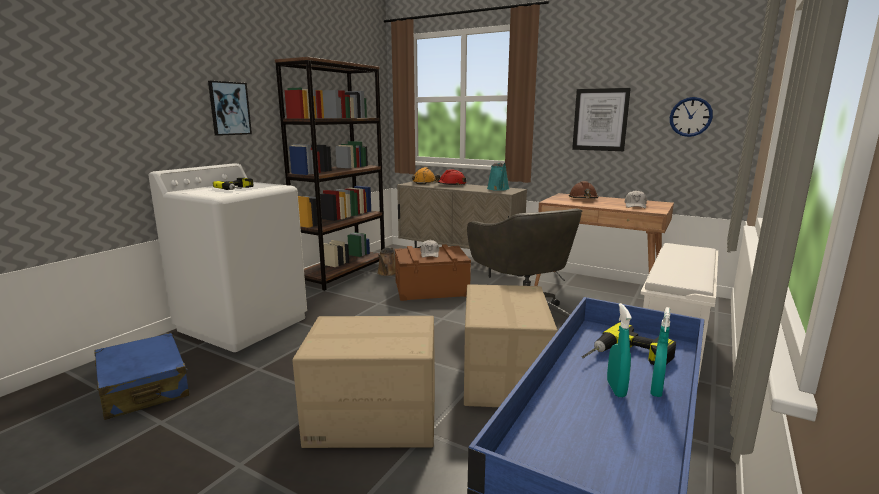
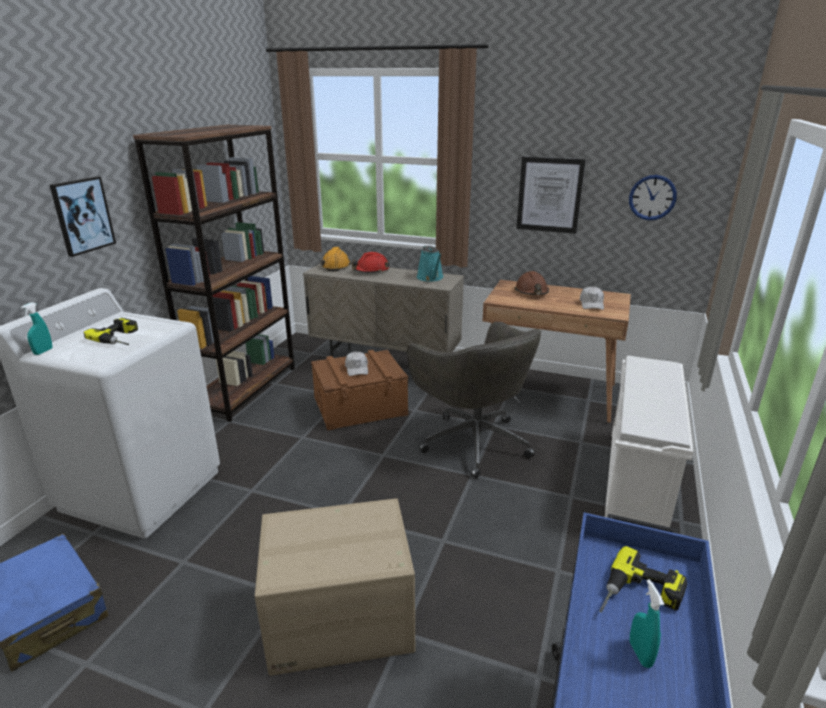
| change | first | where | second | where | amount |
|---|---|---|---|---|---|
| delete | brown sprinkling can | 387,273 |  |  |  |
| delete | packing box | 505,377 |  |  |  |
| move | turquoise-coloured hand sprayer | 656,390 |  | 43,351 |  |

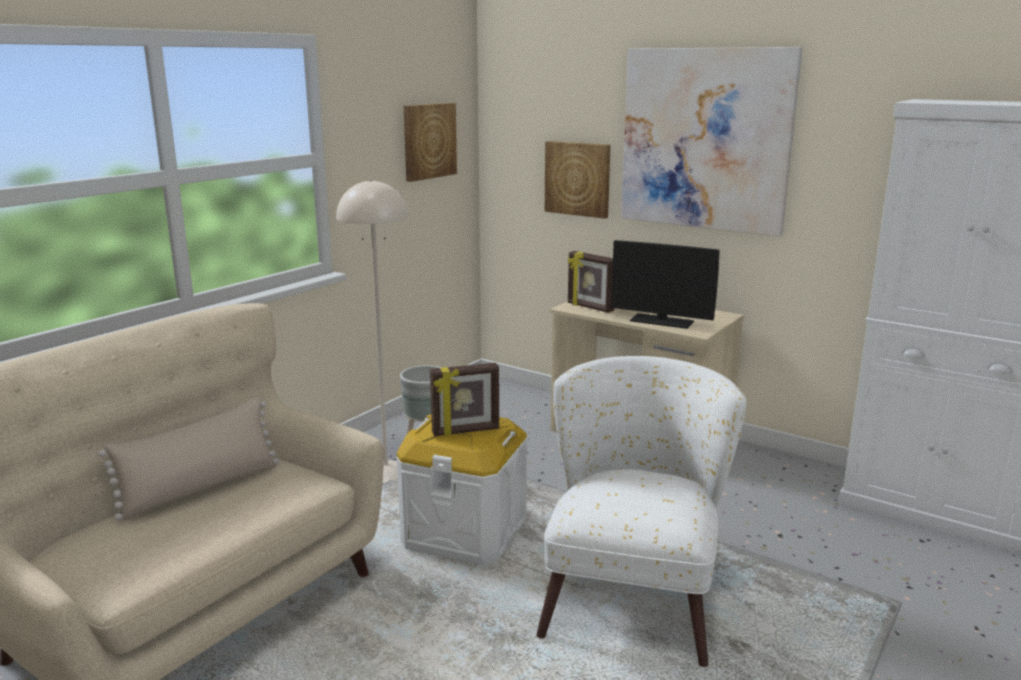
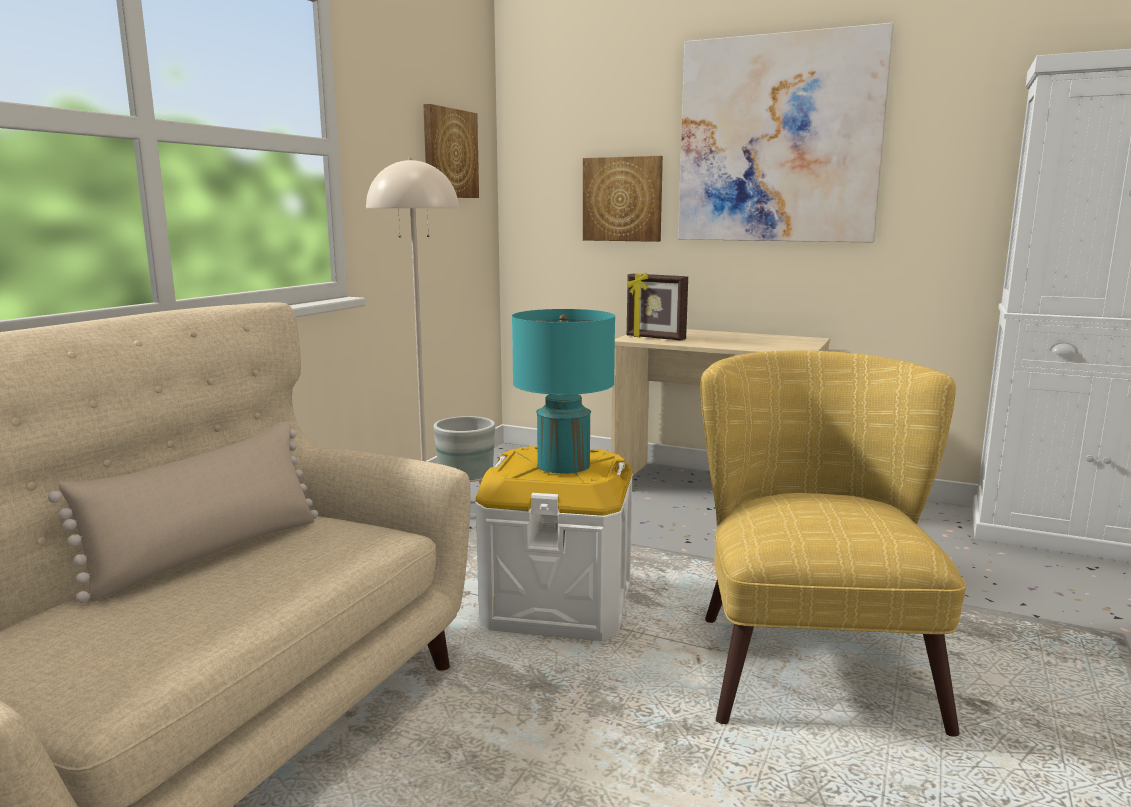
| change | first | where | second | where | amount |
|---|---|---|---|---|---|
| delete | computer screen | 661,321 |  |  |  |
| recolor | white easy chair | 633,593 | yellow-coloured easy chair | 809,655 |  |
| replace | picture frame | 466,431 | turquoise-coloured table lamp | 563,465 |  |

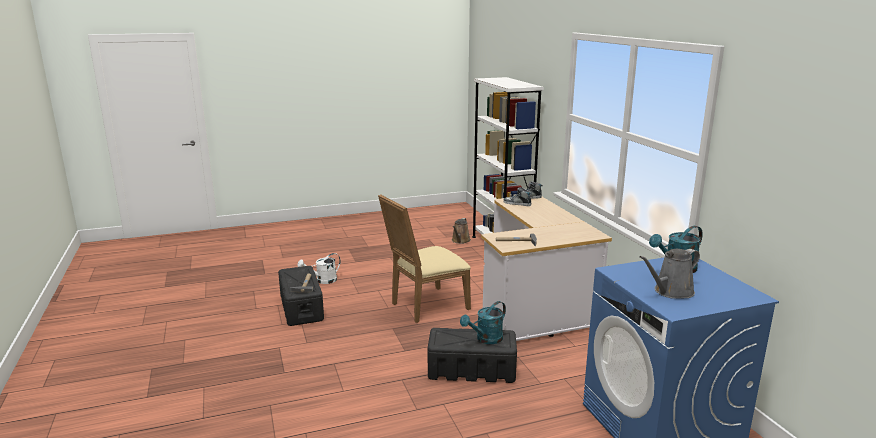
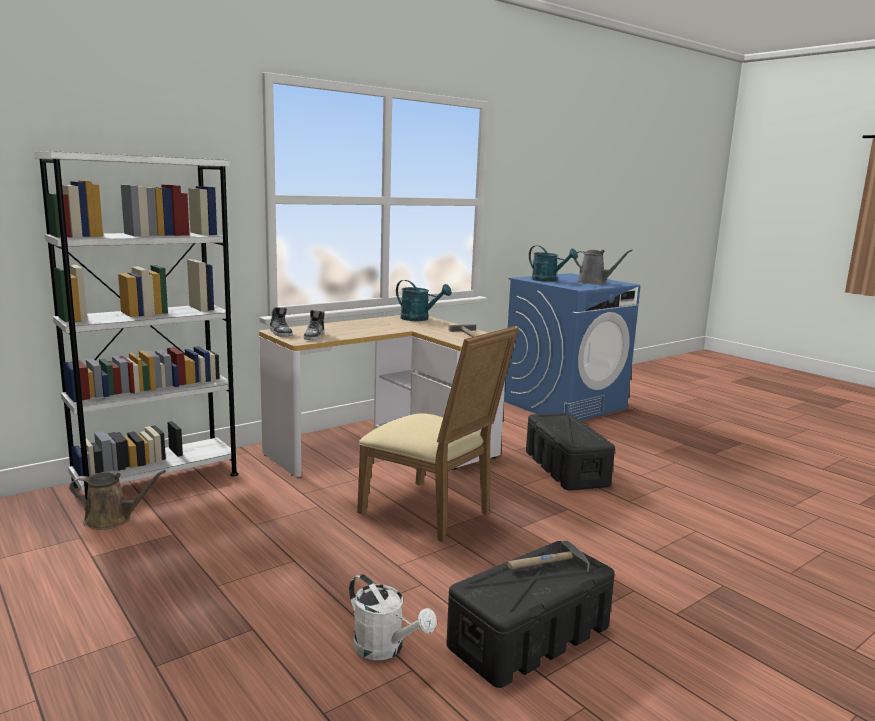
| change | first | where | second | where | amount |
|---|---|---|---|---|---|
| move | turquoise-coloured sprinkling can | 486,339 |  | 419,319 |  |

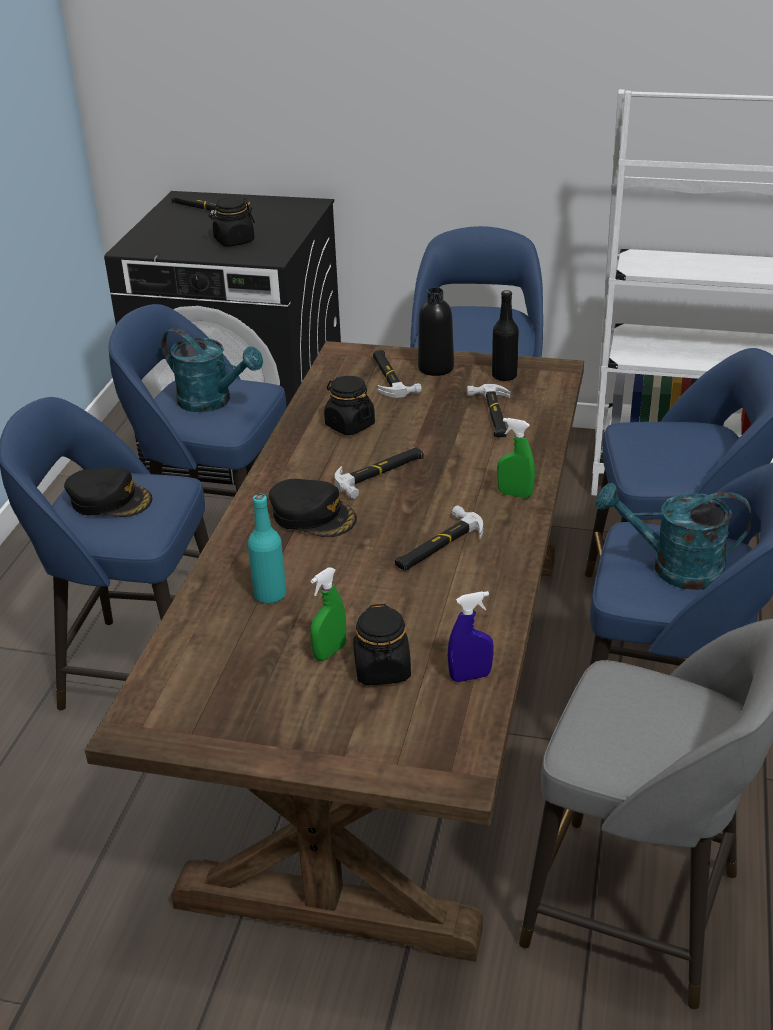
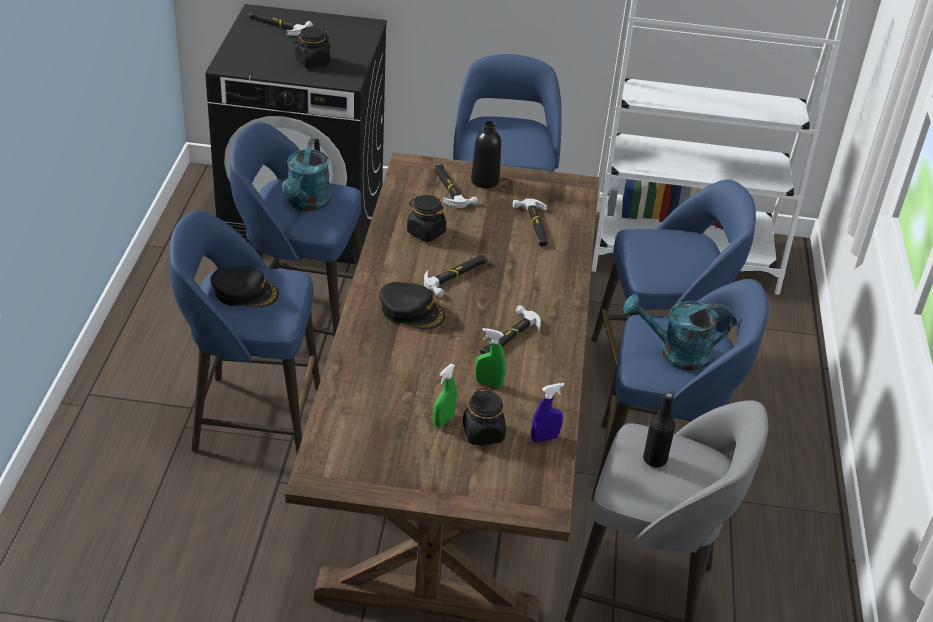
| change | first | where | second | where | amount |
|---|---|---|---|---|---|
| move | black beverage bottle | 504,376 |  | 654,459 |  |
| rotate | turquoise-coloured sprinkling can | 213,402 |  | 307,204 | 75 degrees clockwise |
| move | green-coloured hand sprayer | 515,494 |  | 488,383 |  |
| delete | turquoise-coloured beverage bottle | 270,595 |  |  |  |

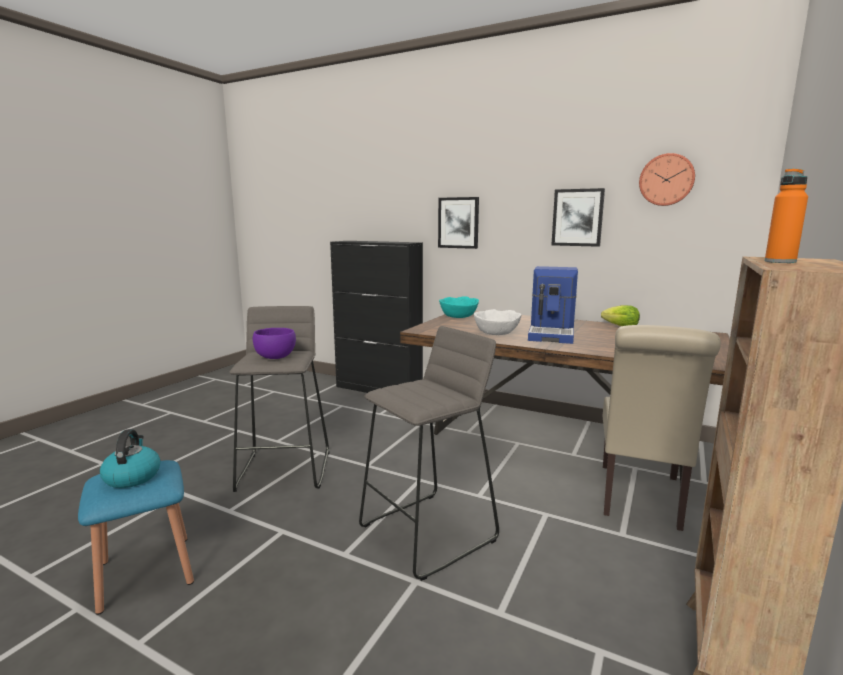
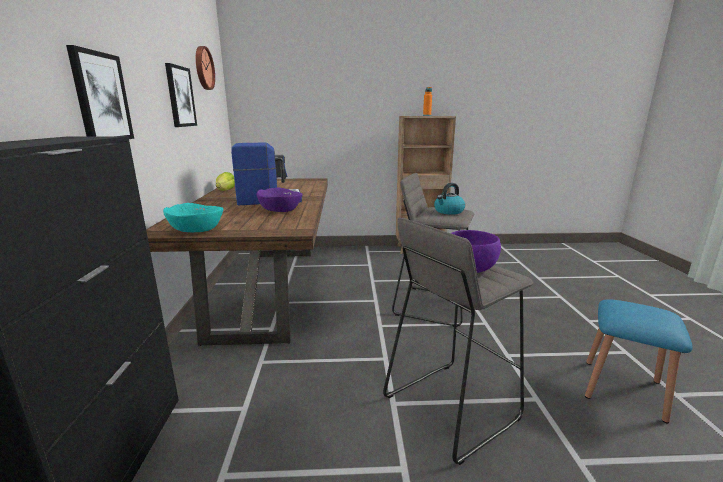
| change | first | where | second | where | amount |
|---|---|---|---|---|---|
| recolor | white deep dish | 496,332 | purple deep dish | 280,210 |  |
| delete | sand-coloured upright chair | 640,499 |  |  |  |
| move | water kettle | 132,476 |  | 448,211 |  |

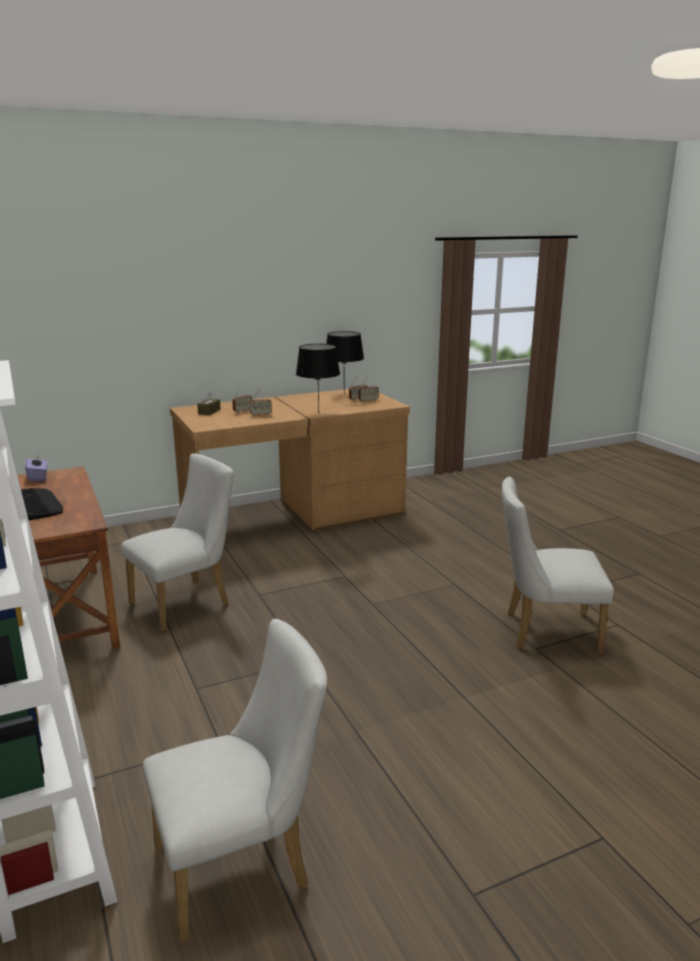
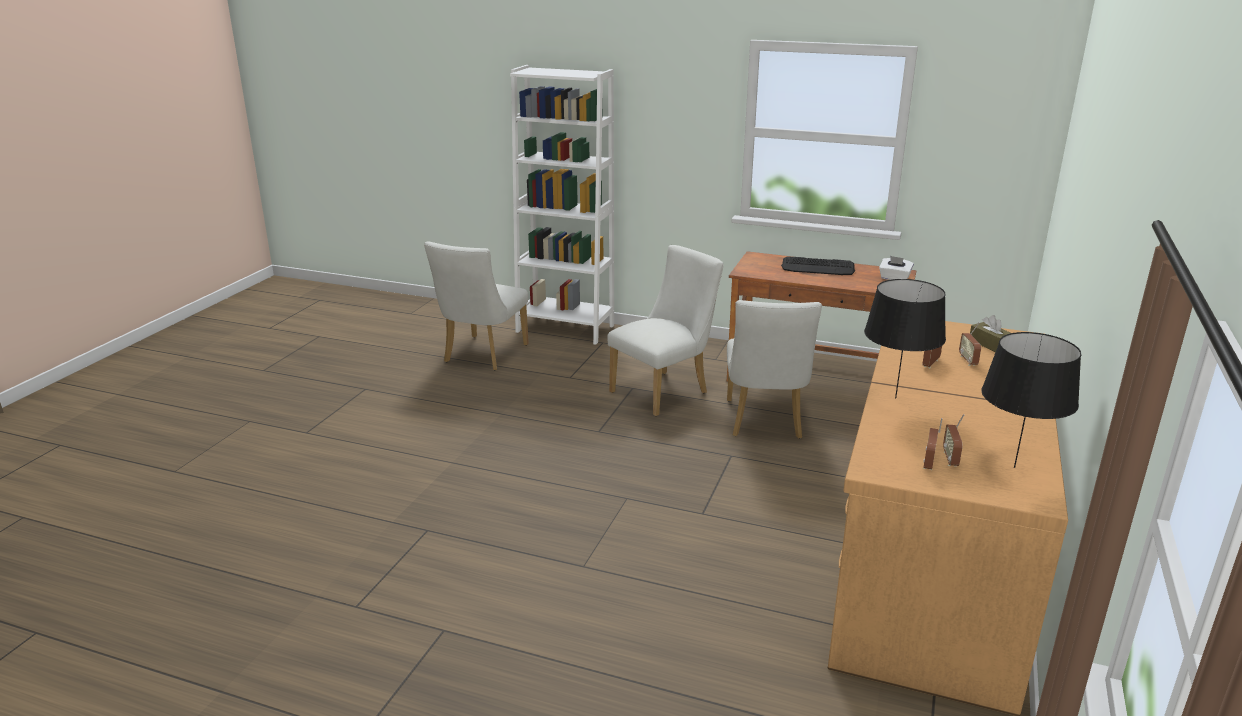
| change | first | where | second | where | amount |
|---|---|---|---|---|---|
| recolor | purple tissue holder | 38,477 | white tissue holder | 894,278 |  |
| move | white upright chair | 544,631 |  | 665,391 |  |

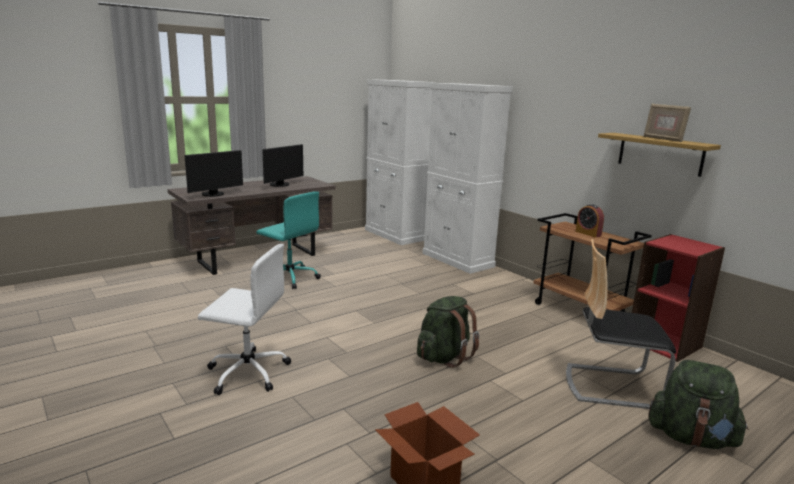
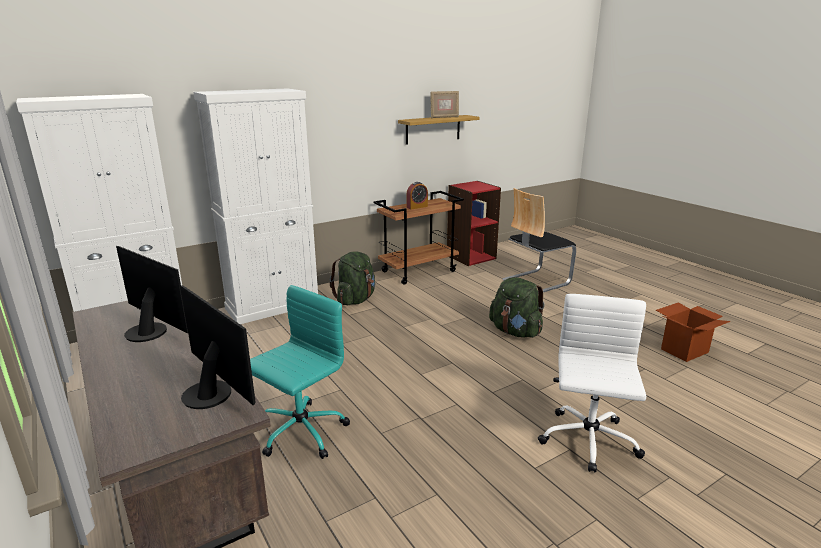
| change | first | where | second | where | amount |
|---|---|---|---|---|---|
| rotate | upright chair | 611,385 |  | 535,281 | 45 degrees clockwise |
| move | green-coloured backpack | 691,438 |  | 355,300 |  |

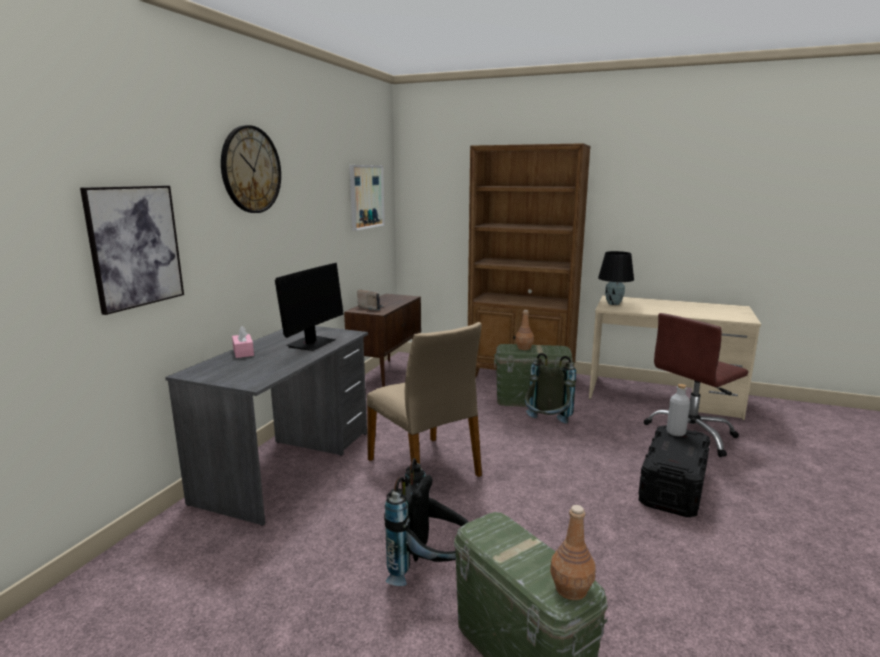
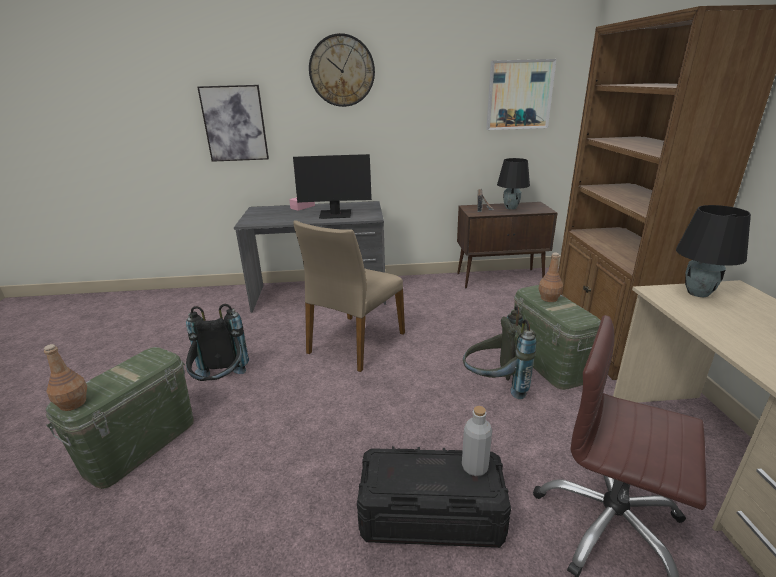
| change | first | where | second | where | amount |
|---|---|---|---|---|---|
| insert |  |  | black table lamp | 511,208 |  |

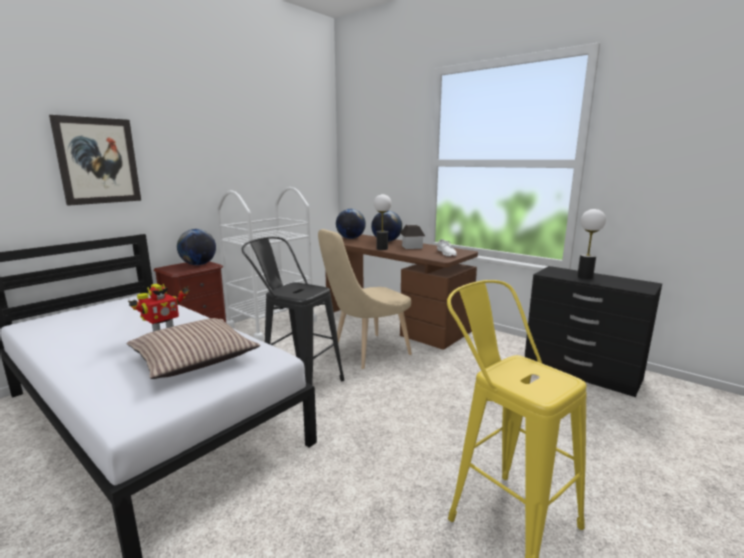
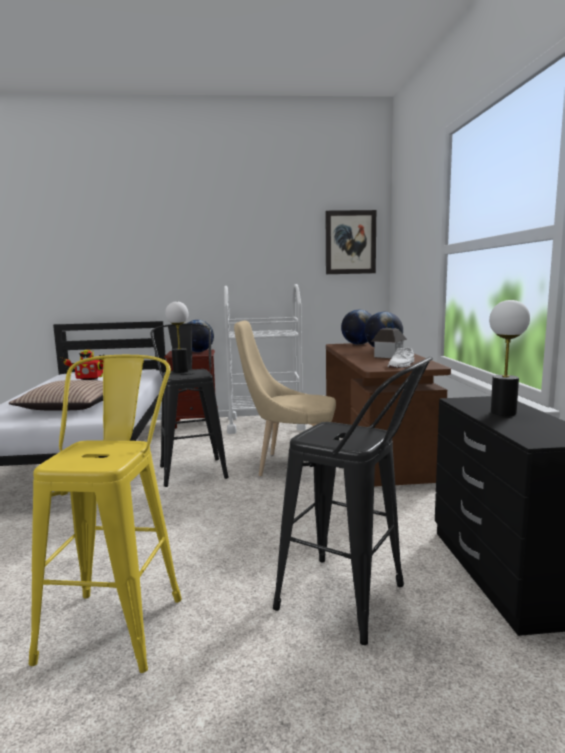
| change | first | where | second | where | amount |
|---|---|---|---|---|---|
| move | wall art | 98,161 |  | 350,242 |  |
| move | table lamp | 382,248 |  | 180,371 |  |
| insert |  |  | black stool | 354,602 |  |

